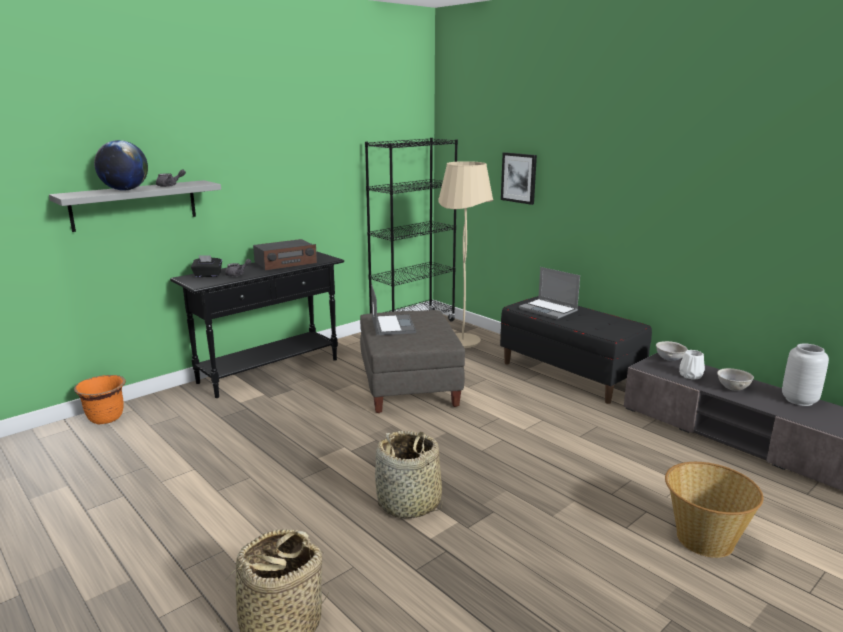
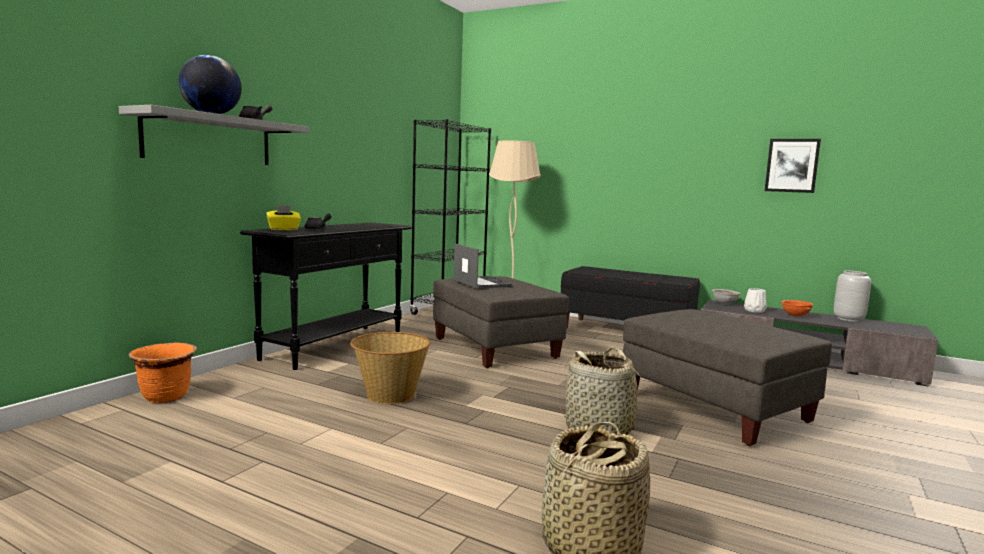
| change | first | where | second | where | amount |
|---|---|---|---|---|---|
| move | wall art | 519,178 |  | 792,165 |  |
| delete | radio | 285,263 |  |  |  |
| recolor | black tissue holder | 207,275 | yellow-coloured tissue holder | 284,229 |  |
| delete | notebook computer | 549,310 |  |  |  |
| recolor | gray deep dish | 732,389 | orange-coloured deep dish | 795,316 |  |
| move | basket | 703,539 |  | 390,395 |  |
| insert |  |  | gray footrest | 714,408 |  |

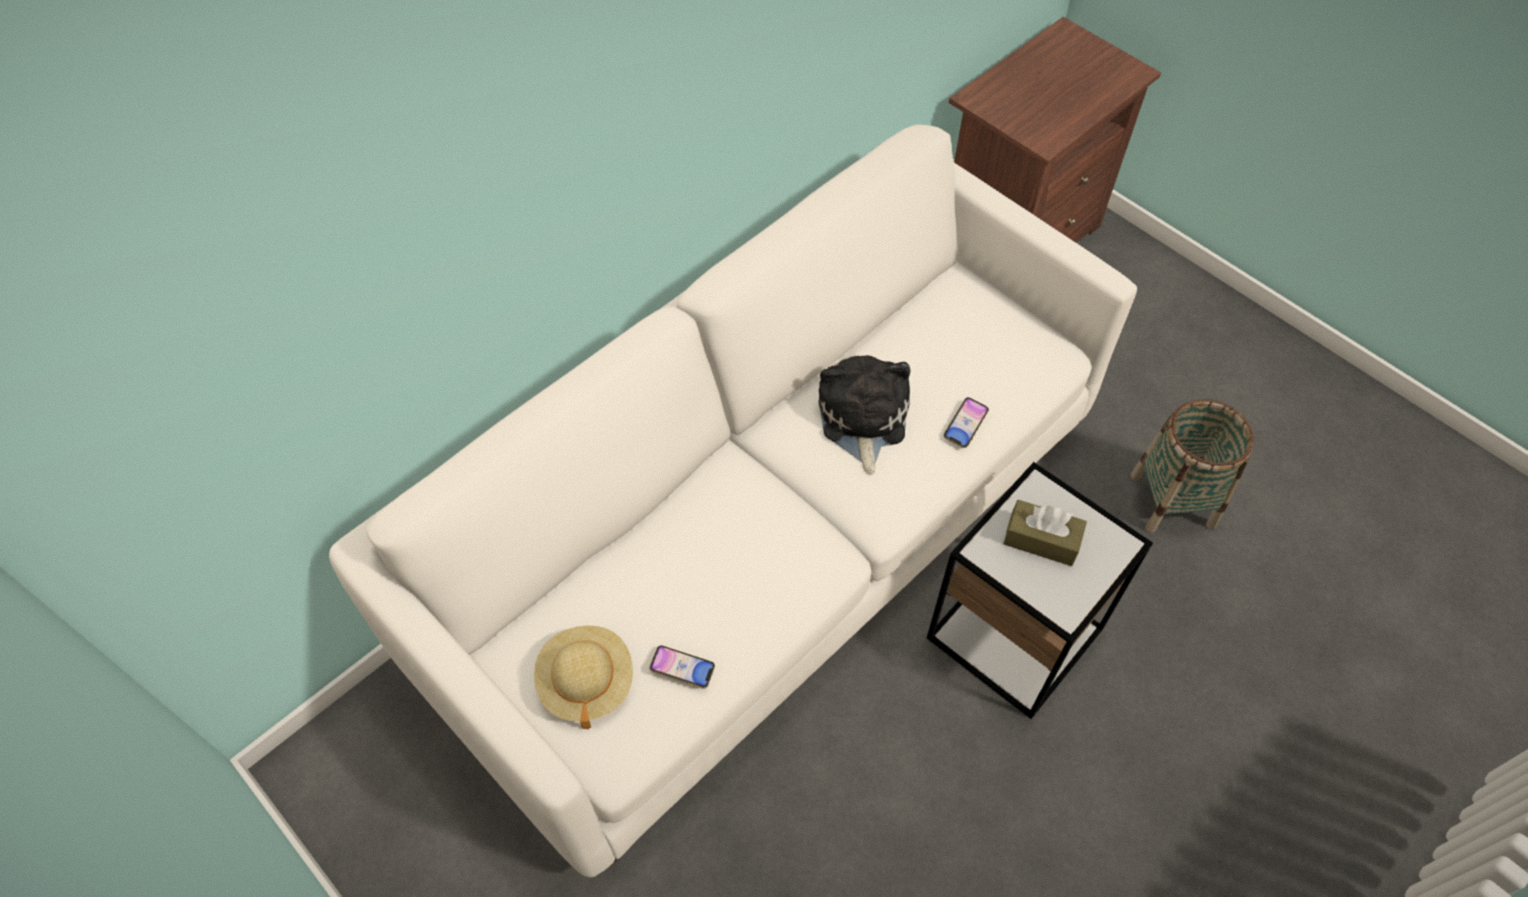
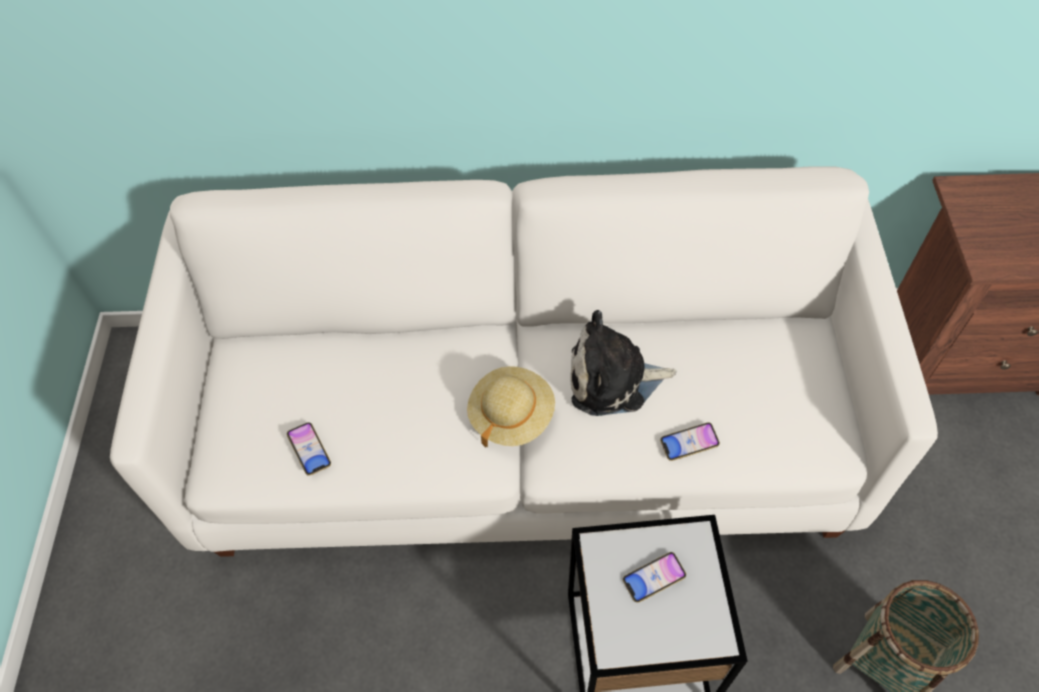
| change | first | where | second | where | amount |
|---|---|---|---|---|---|
| rotate | soft toy | 862,419 |  | 613,379 | 135 degrees counterclockwise |
| replace | brown tissue holder | 1041,540 | telephone | 653,578 |  |
| move | sand-coloured clothing hat | 586,682 |  | 511,416 |  |

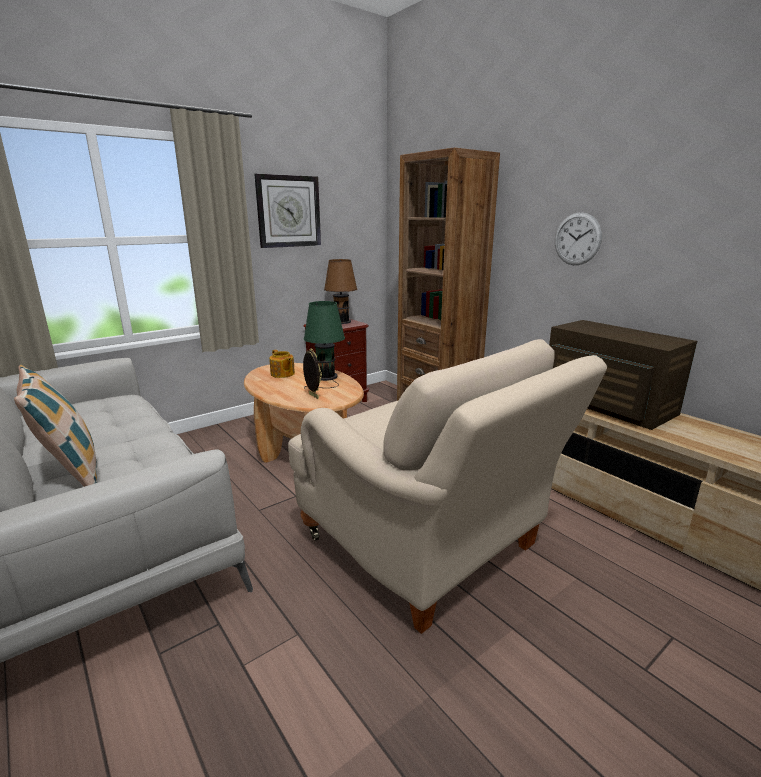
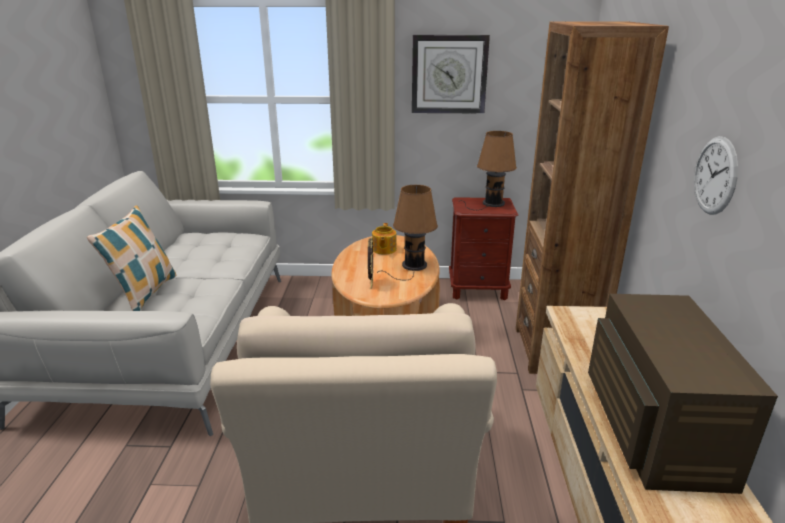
| change | first | where | second | where | amount |
|---|---|---|---|---|---|
| recolor | green-coloured table lamp | 325,378 | brown table lamp | 412,266 |  |

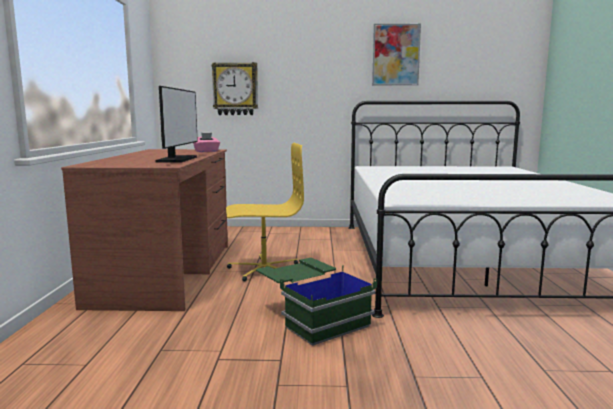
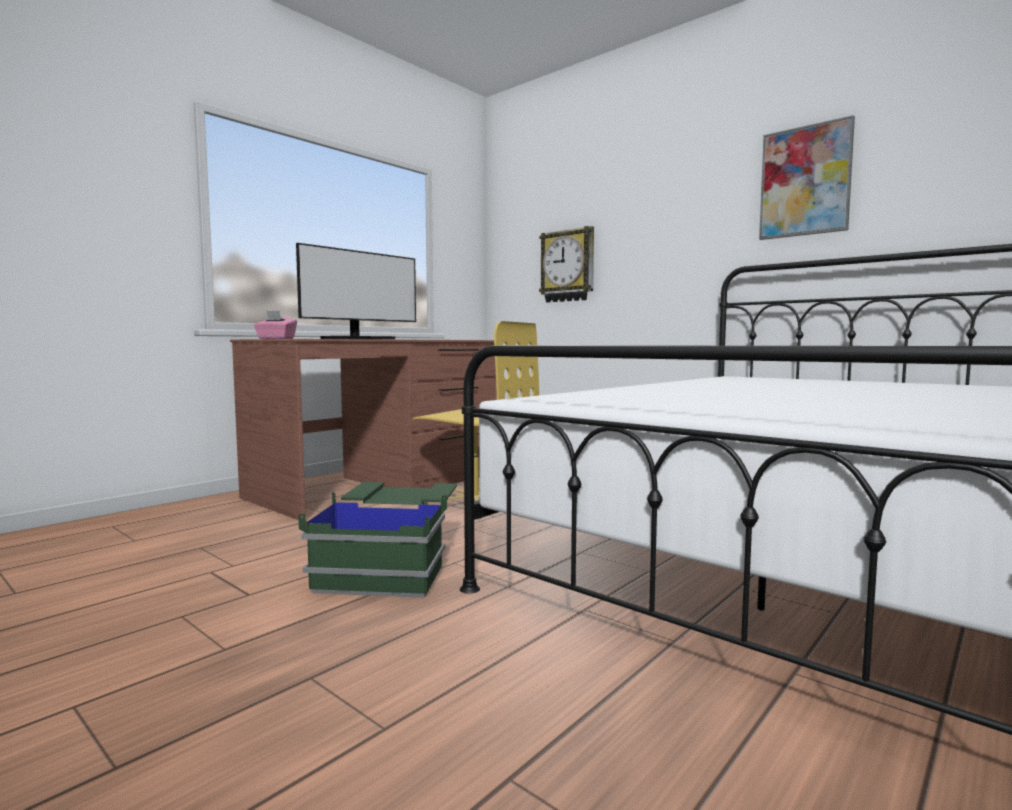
| change | first | where | second | where | amount |
|---|---|---|---|---|---|
| move | pink-coloured tissue holder | 206,151 |  | 275,339 |  |

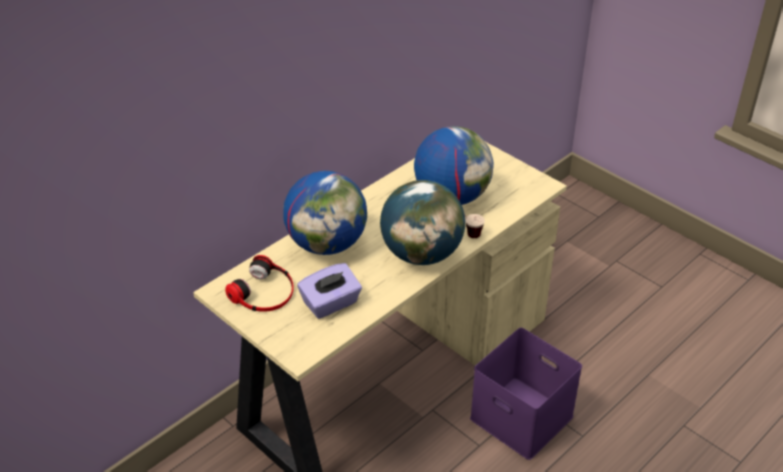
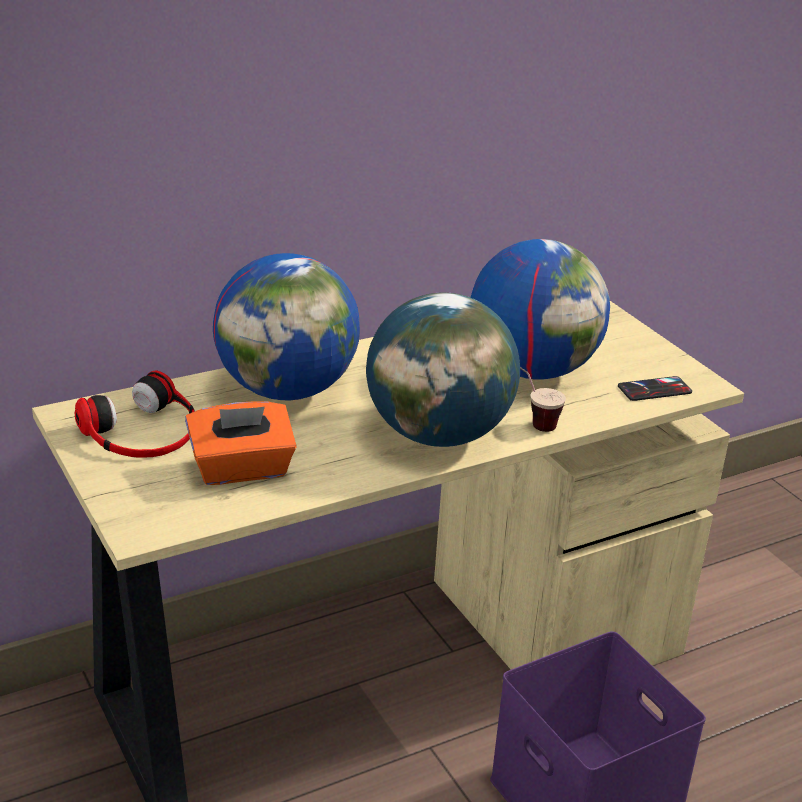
| change | first | where | second | where | amount |
|---|---|---|---|---|---|
| recolor | purple tissue holder | 331,304 | orange-coloured tissue holder | 241,470 |  |
| insert |  |  | telephone | 654,389 |  |

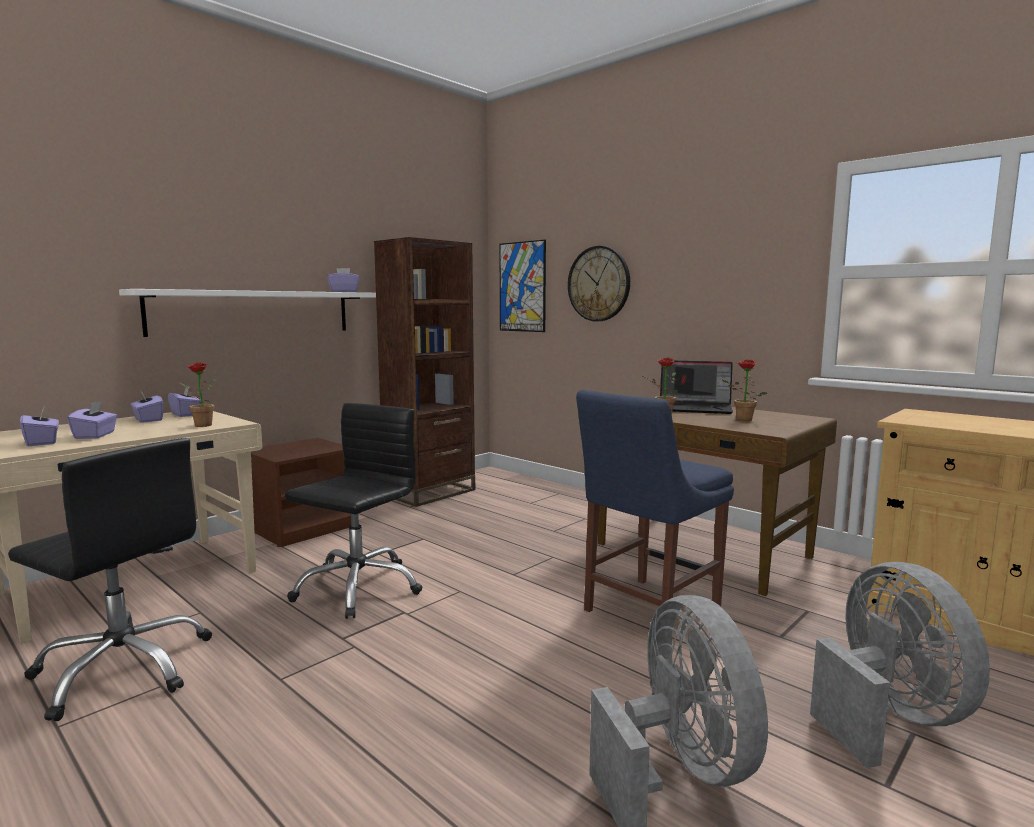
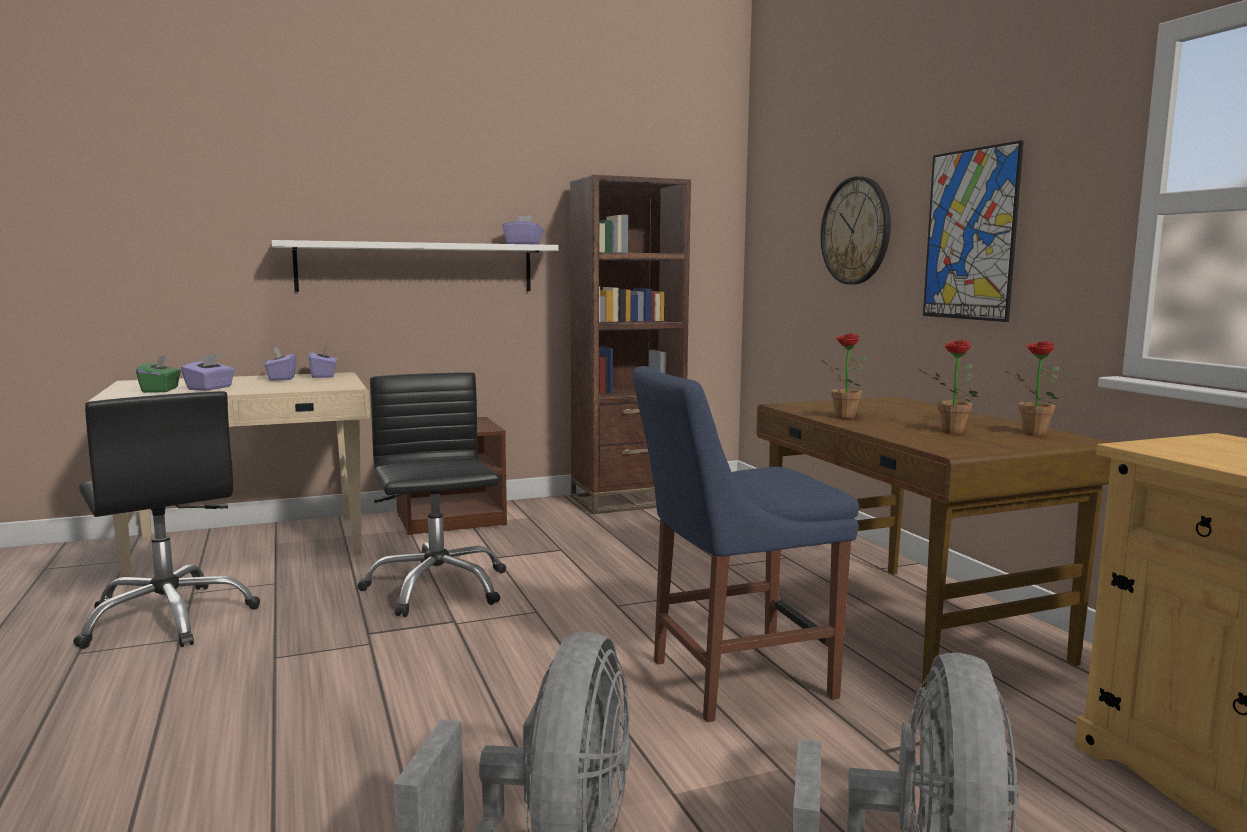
| change | first | where | second | where | amount |
|---|---|---|---|---|---|
| move | wall art | 522,287 |  | 970,234 |  |
| delete | notebook computer | 695,408 |  |  |  |
| move | potted plant | 199,425 |  | 1028,433 |  |
| rotate | black desk chair | 357,587 |  | 436,588 | 75 degrees counterclockwise |
| recolor | purple tissue holder | 42,442 | green-coloured tissue holder | 161,390 |  |

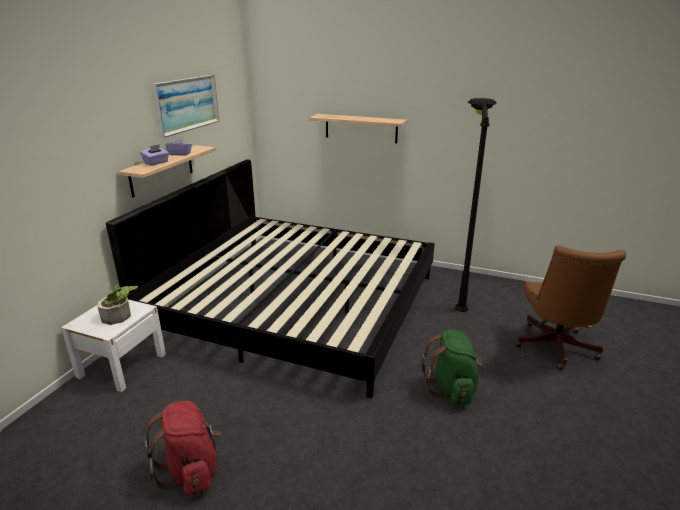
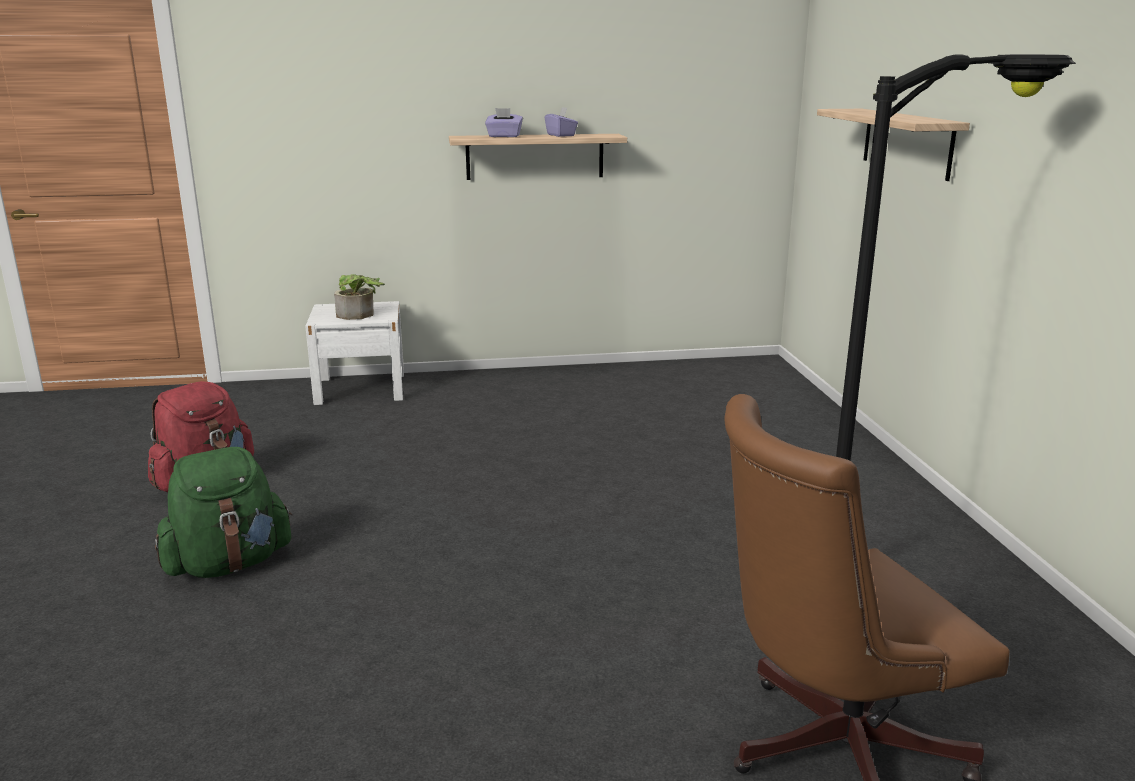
| change | first | where | second | where | amount |
|---|---|---|---|---|---|
| delete | wall art | 187,104 |  |  |  |
| delete | sleeping bed | 296,303 |  |  |  |
| move | green-coloured backpack | 451,389 |  | 229,564 |  |

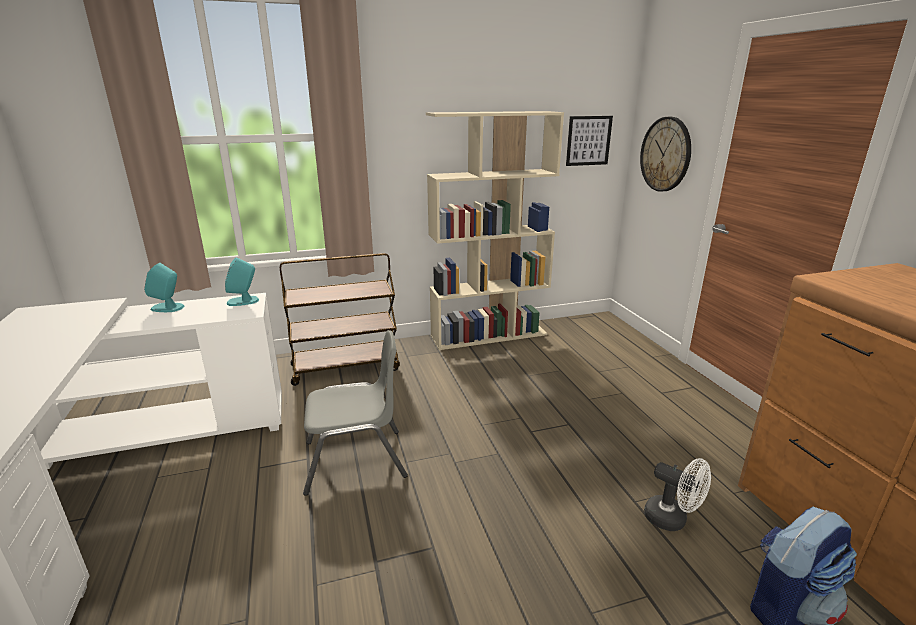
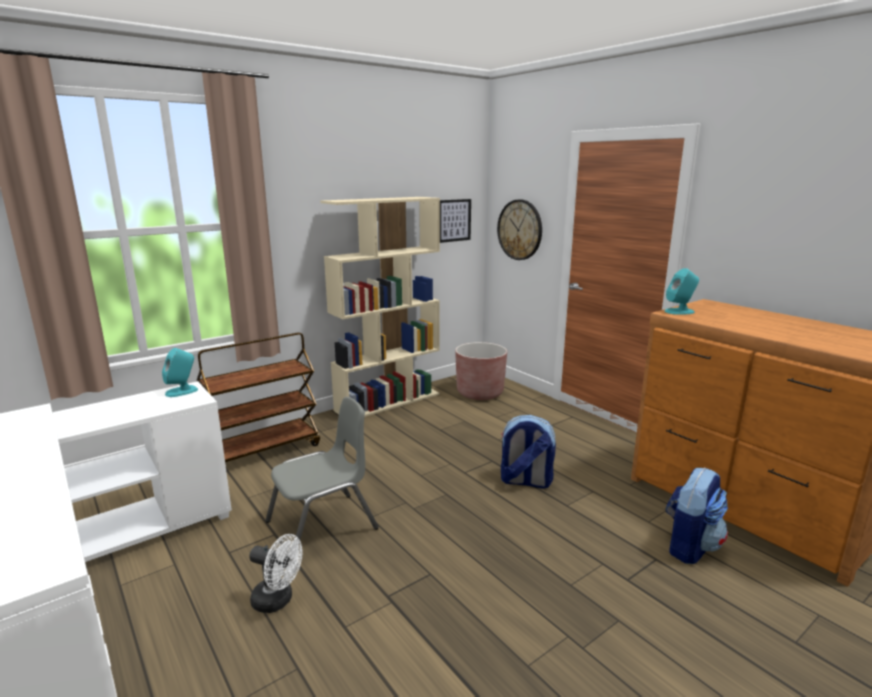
| change | first | where | second | where | amount |
|---|---|---|---|---|---|
| move | turquoise-coloured loudspeaker | 168,308 |  | 679,311 |  |
| move | white fan | 672,520 |  | 278,600 |  |
| insert |  |  | brown flower pot | 480,393 |  |
| insert |  |  | backpack | 525,481 |  |

